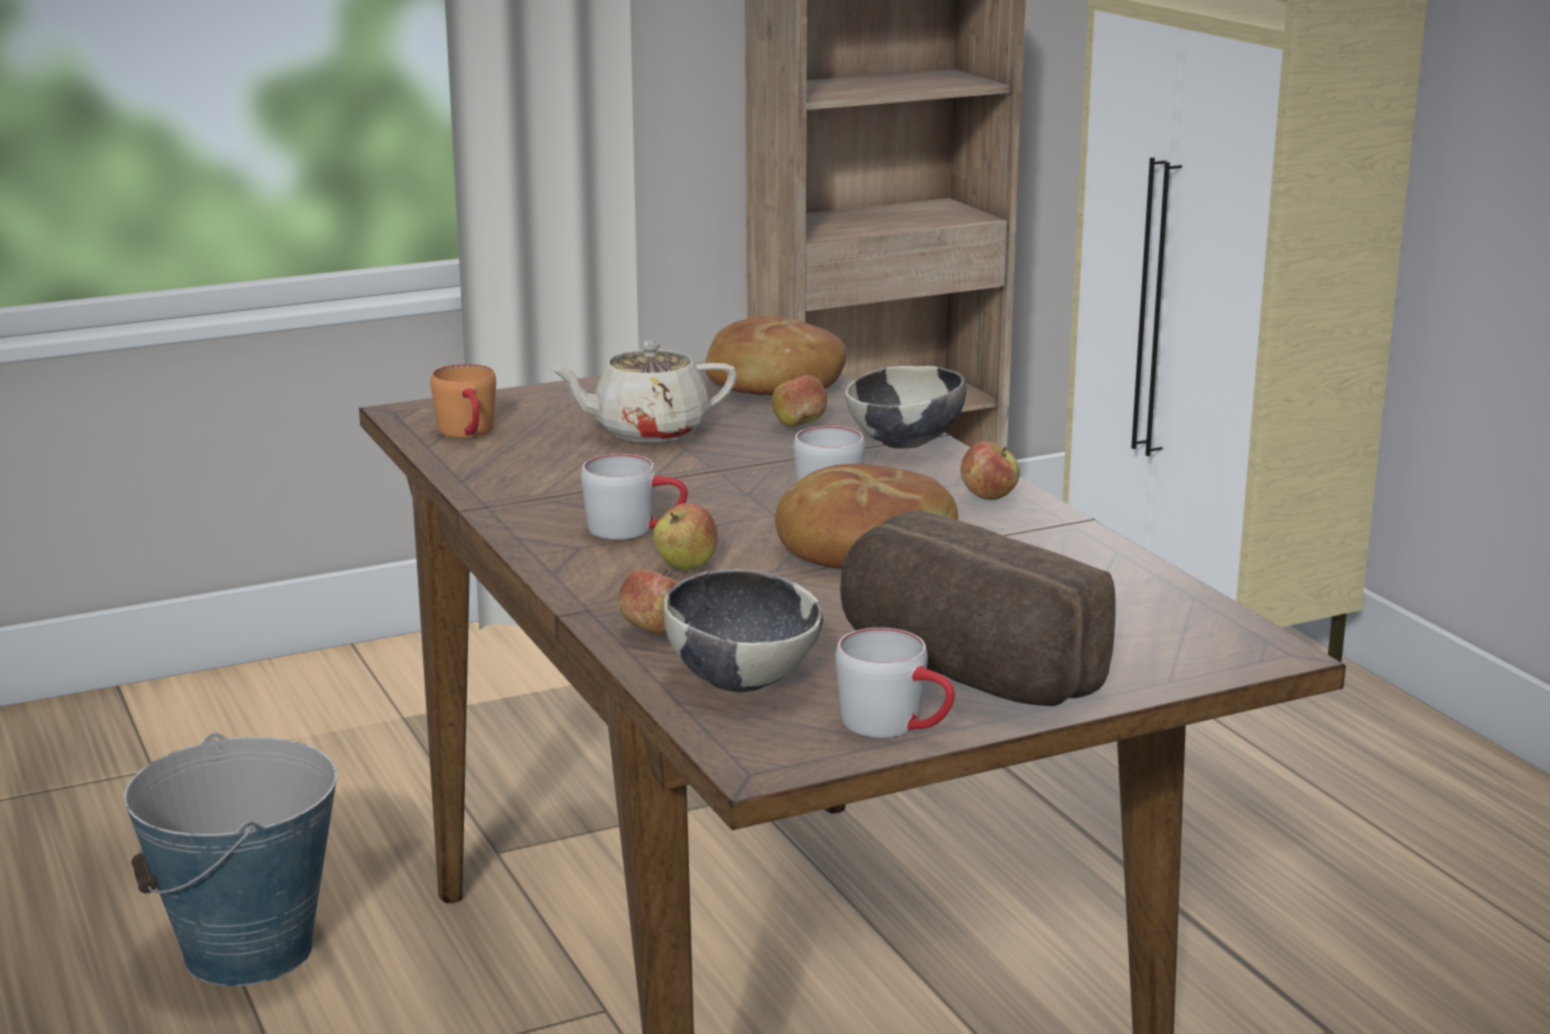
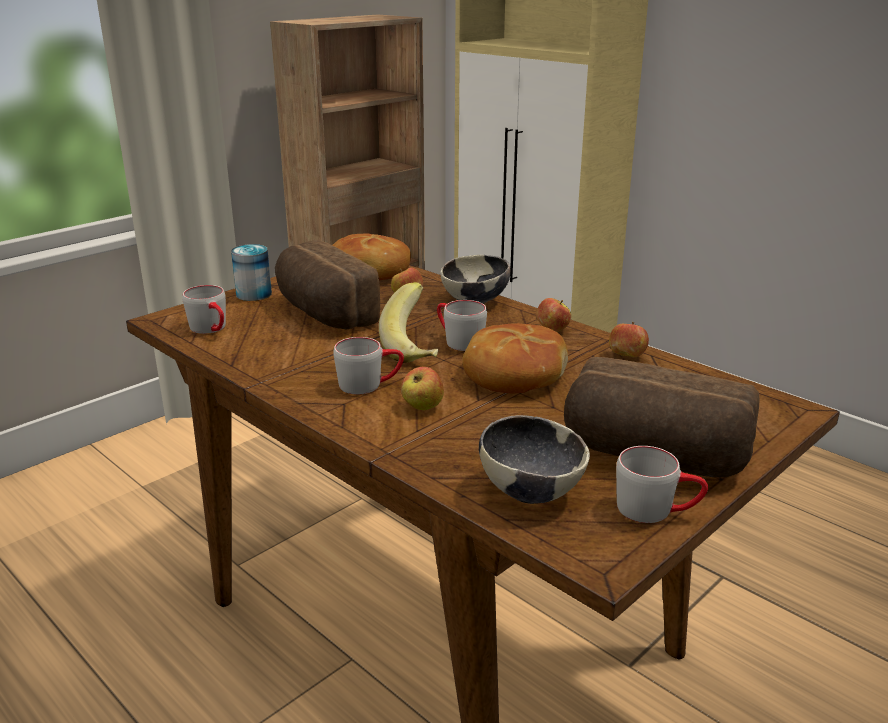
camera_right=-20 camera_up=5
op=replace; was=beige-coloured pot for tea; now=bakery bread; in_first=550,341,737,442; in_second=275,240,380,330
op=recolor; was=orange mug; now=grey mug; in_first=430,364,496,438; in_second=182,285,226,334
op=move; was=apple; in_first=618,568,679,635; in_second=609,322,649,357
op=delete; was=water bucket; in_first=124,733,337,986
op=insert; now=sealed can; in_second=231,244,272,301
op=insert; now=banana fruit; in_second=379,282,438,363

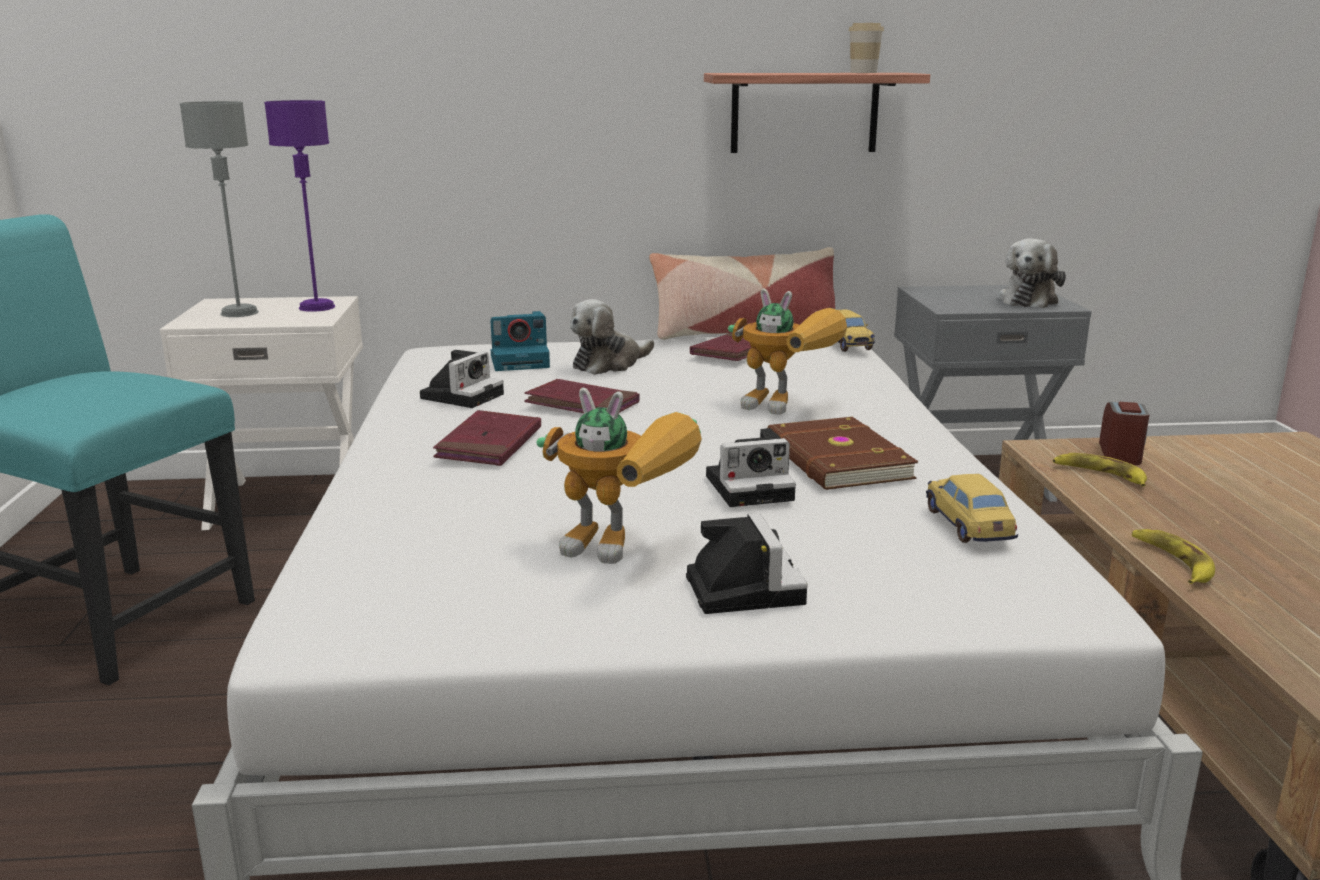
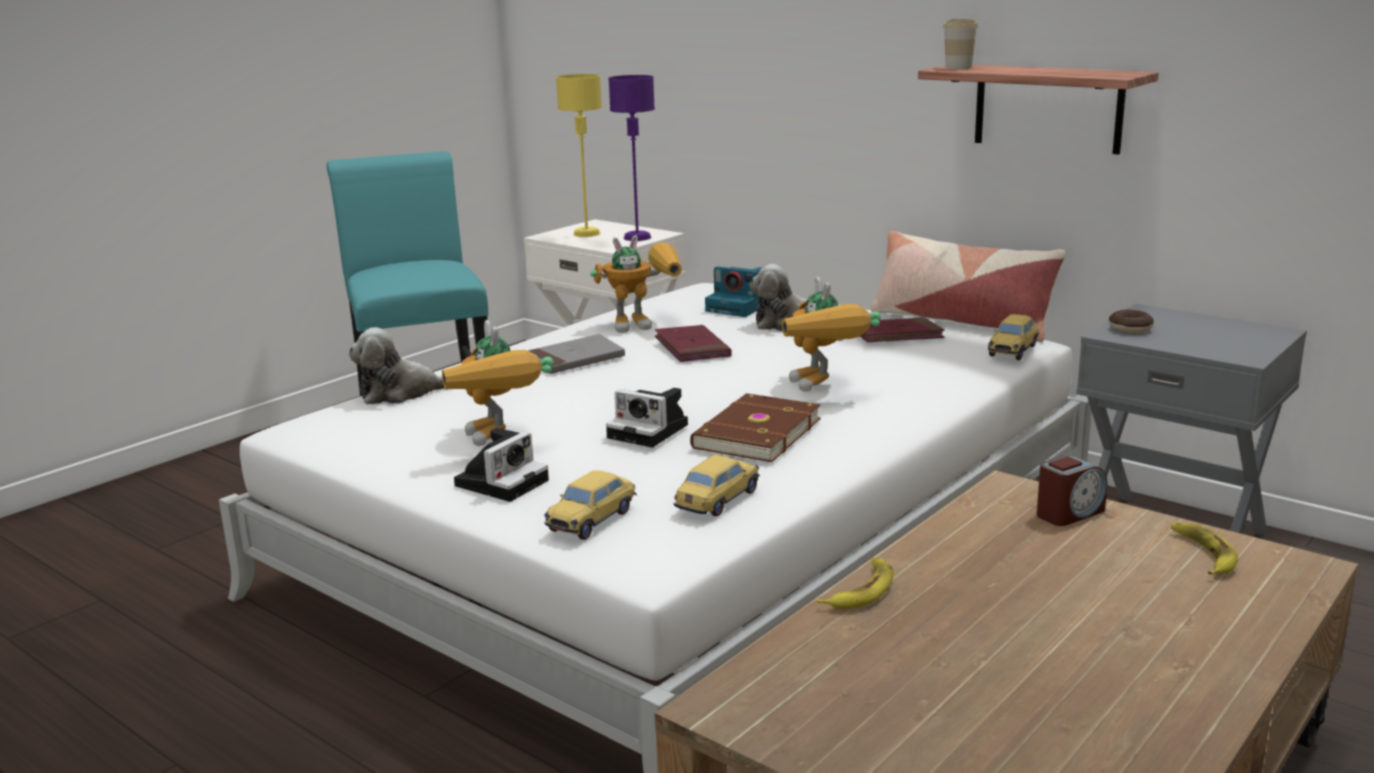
camera_right=45 camera_up=0
op=move; was=small cup; in_first=849,23,884,73; in_second=943,19,978,69
op=recolor; was=grey lamp for a table; now=yellow lamp for a table; in_first=179,101,258,317; in_second=556,74,602,237
op=move; was=cuddly toy; in_first=997,238,1066,308; in_second=349,327,444,405
op=replace; was=still camera; now=model robot; in_first=420,350,504,408; in_second=590,235,682,333
op=recolor; was=red-coloured book; now=grey book; in_first=433,410,541,466; in_second=528,334,625,374
op=move; was=banana fruit; in_first=1053,453,1147,487; in_second=1171,523,1238,575
op=insert; now=donut; in_second=1109,310,1154,333
op=insert; now=toy car; in_second=544,470,637,540

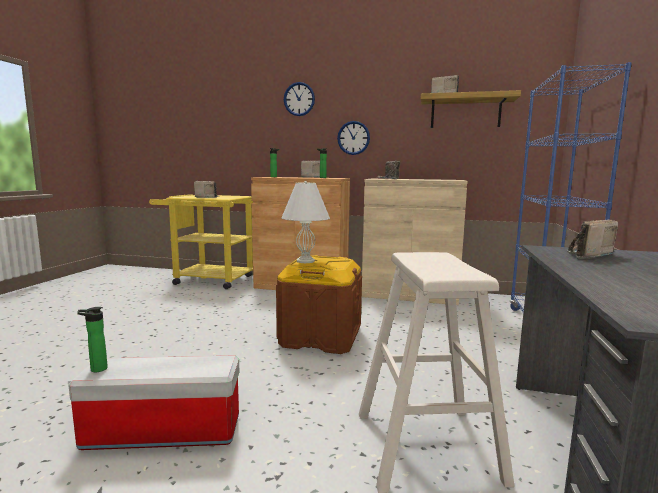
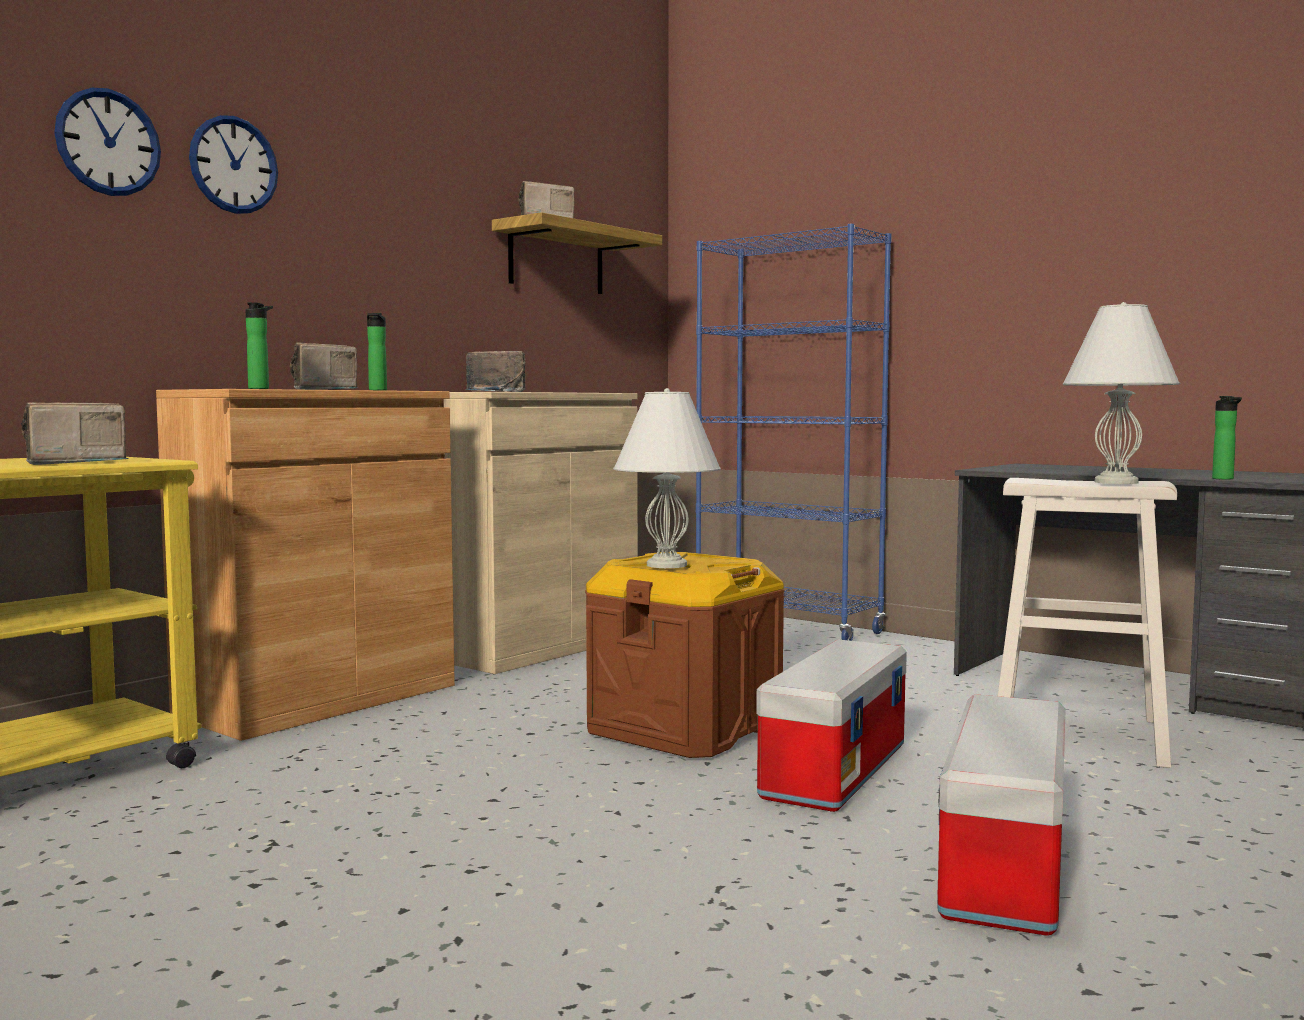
camera_right=-65 camera_up=-5
op=move; was=clock on the wall; in_first=337,121,370,155; in_second=54,88,161,196
op=delete; was=radio receiver; in_first=567,220,618,259
op=move; was=drink bottle; in_first=77,307,108,372; in_second=1212,396,1242,480
op=insert; now=white lamp for a table; in_second=1063,302,1180,484
op=insert; now=storage container; in_second=756,639,907,812

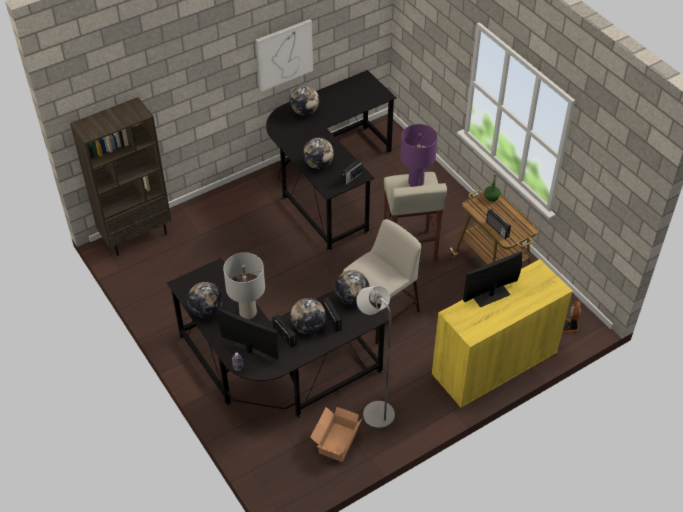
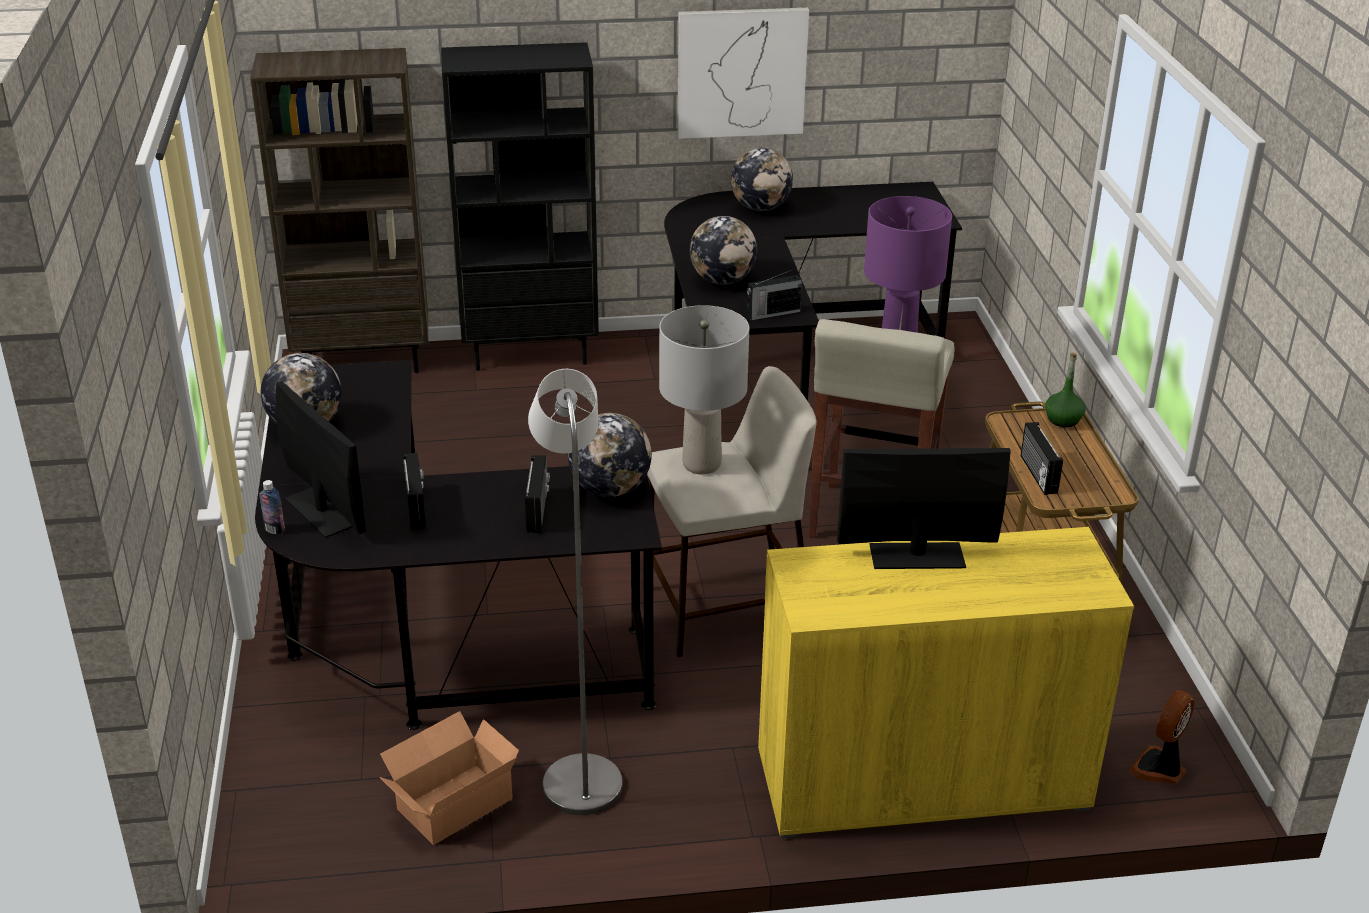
camera_right=25 camera_up=-15
op=move; was=grey lamp for a table; in_first=223,253,265,320; in_second=659,305,749,475
op=delete; was=globe; in_first=290,298,326,334
op=insert; now=black-coloured bookshelf; in_second=441,42,599,371

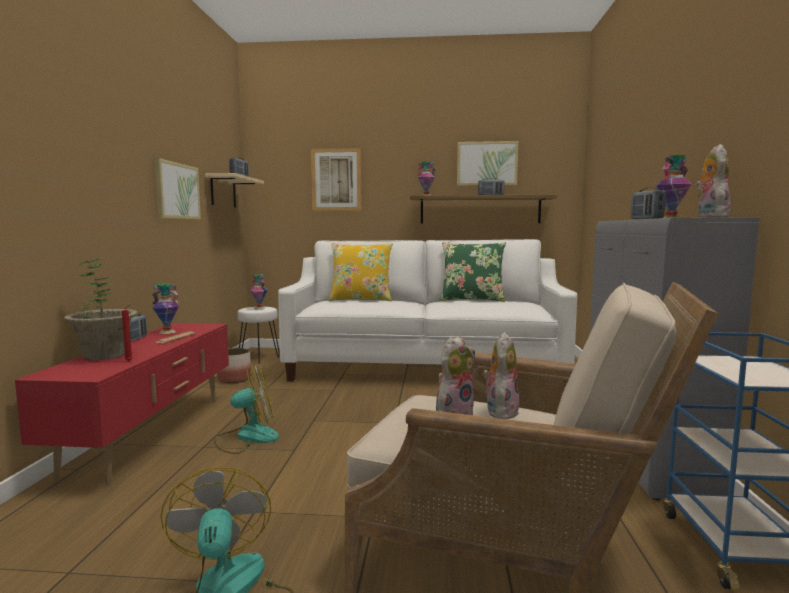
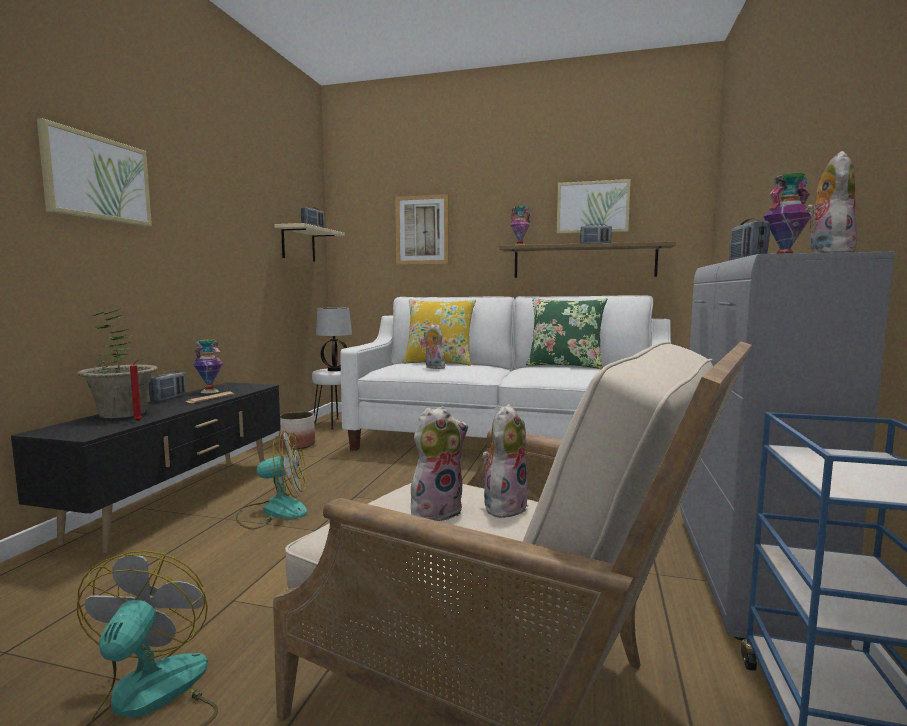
camera_right=10 camera_up=0
op=move; was=wall picture; in_first=155,158,201,220; in_second=37,118,152,227
op=replace; was=vase; now=lamp for a table; in_first=250,275,268,310; in_second=316,308,352,371
op=recolor; was=red-coloured media console; now=black-coloured media console; in_first=15,323,229,485; in_second=11,382,281,553
op=insert; now=cuddly toy; in_second=424,324,445,369

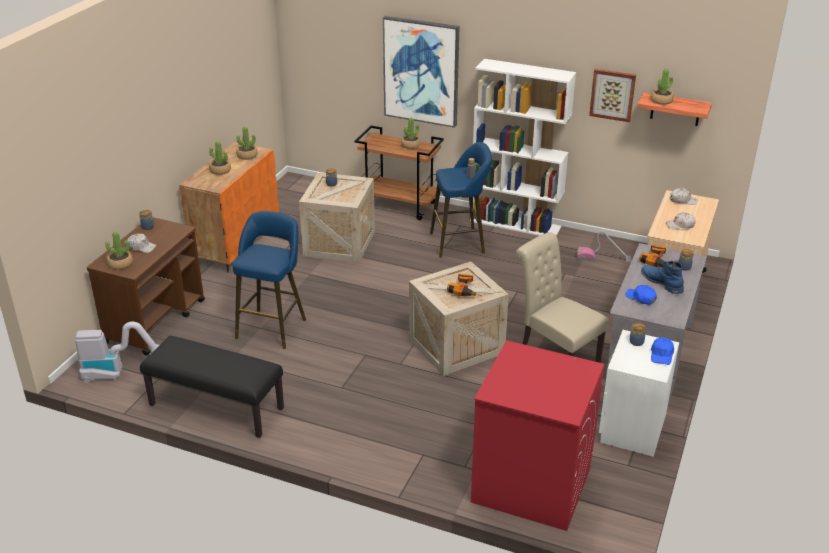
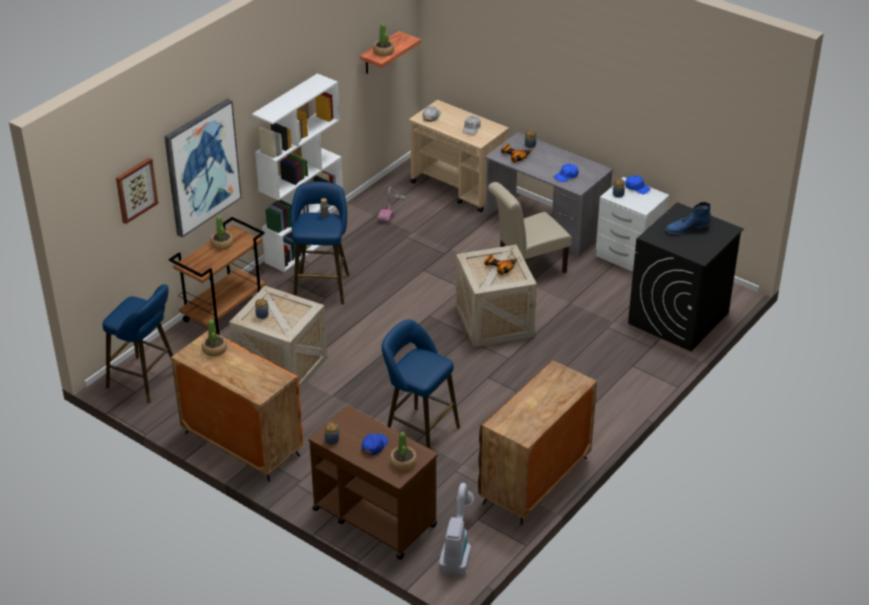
camera_right=-75 camera_up=5
op=move; was=wall picture; in_first=589,69,636,122; in_second=116,158,158,224
op=delete; was=plant in a pot; in_first=209,141,231,175
op=recolor; was=white baseball cap; now=blue baseball cap; in_first=127,234,157,253; in_second=362,434,388,456
op=move; was=blue high-top boot; in_first=641,261,684,294; in_second=665,202,711,235
op=replace; was=black-coloured long seat; now=brownish cupboard; in_first=140,336,284,438; in_second=478,359,597,525
op=recolor; was=red-coloured laundry appliance; now=black-coloured laundry appliance; in_first=471,340,604,531; in_second=628,202,744,351
op=insert; now=blue sitting stool; in_second=102,284,173,403

